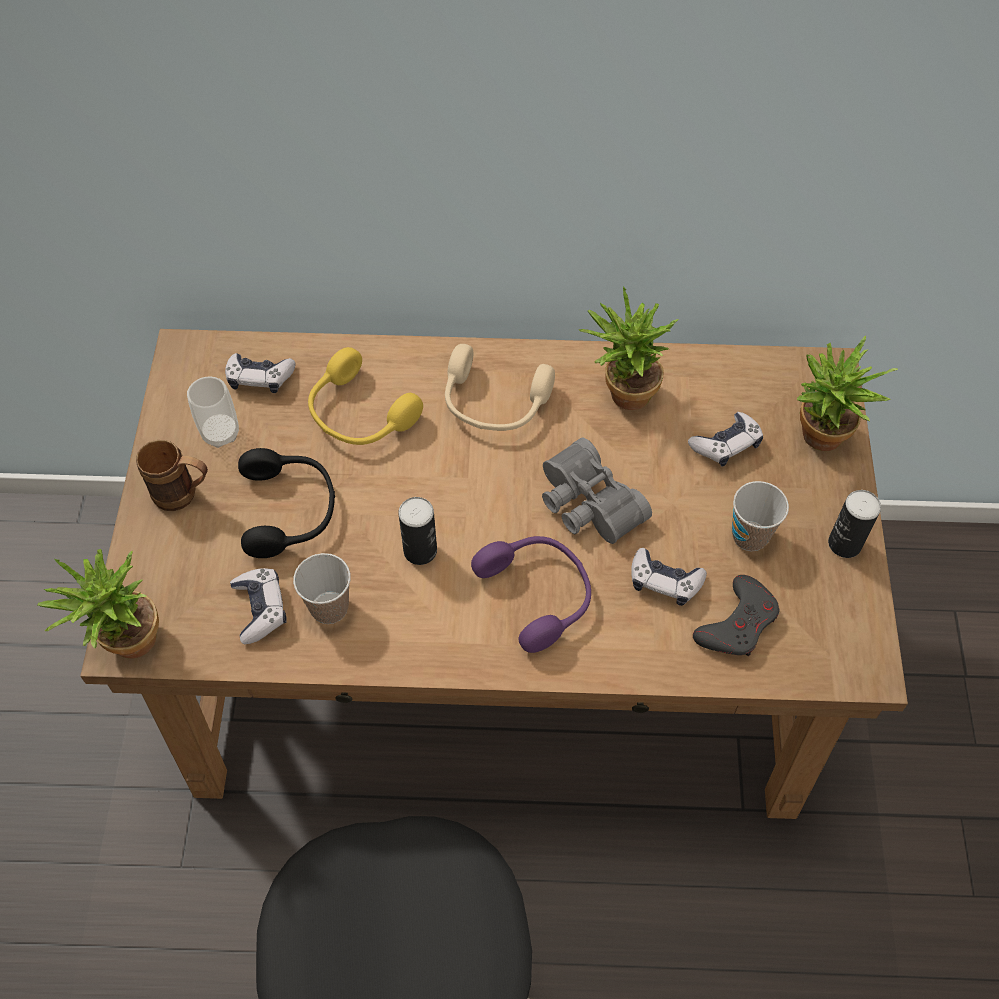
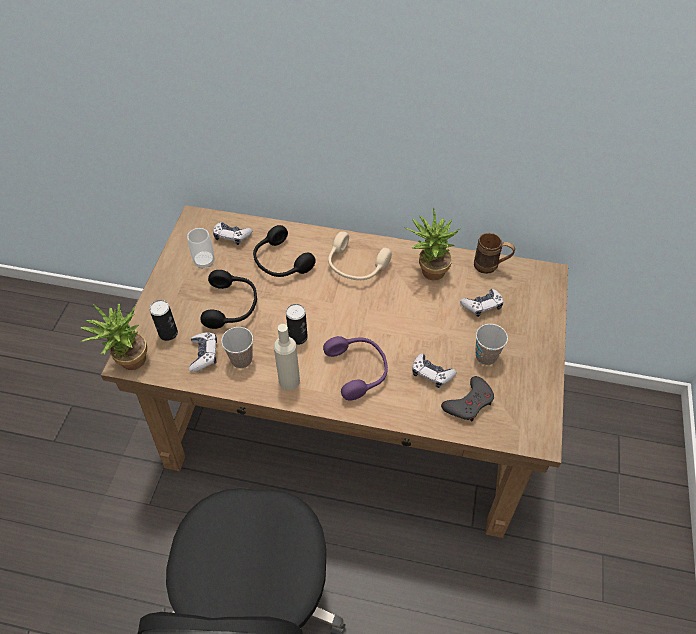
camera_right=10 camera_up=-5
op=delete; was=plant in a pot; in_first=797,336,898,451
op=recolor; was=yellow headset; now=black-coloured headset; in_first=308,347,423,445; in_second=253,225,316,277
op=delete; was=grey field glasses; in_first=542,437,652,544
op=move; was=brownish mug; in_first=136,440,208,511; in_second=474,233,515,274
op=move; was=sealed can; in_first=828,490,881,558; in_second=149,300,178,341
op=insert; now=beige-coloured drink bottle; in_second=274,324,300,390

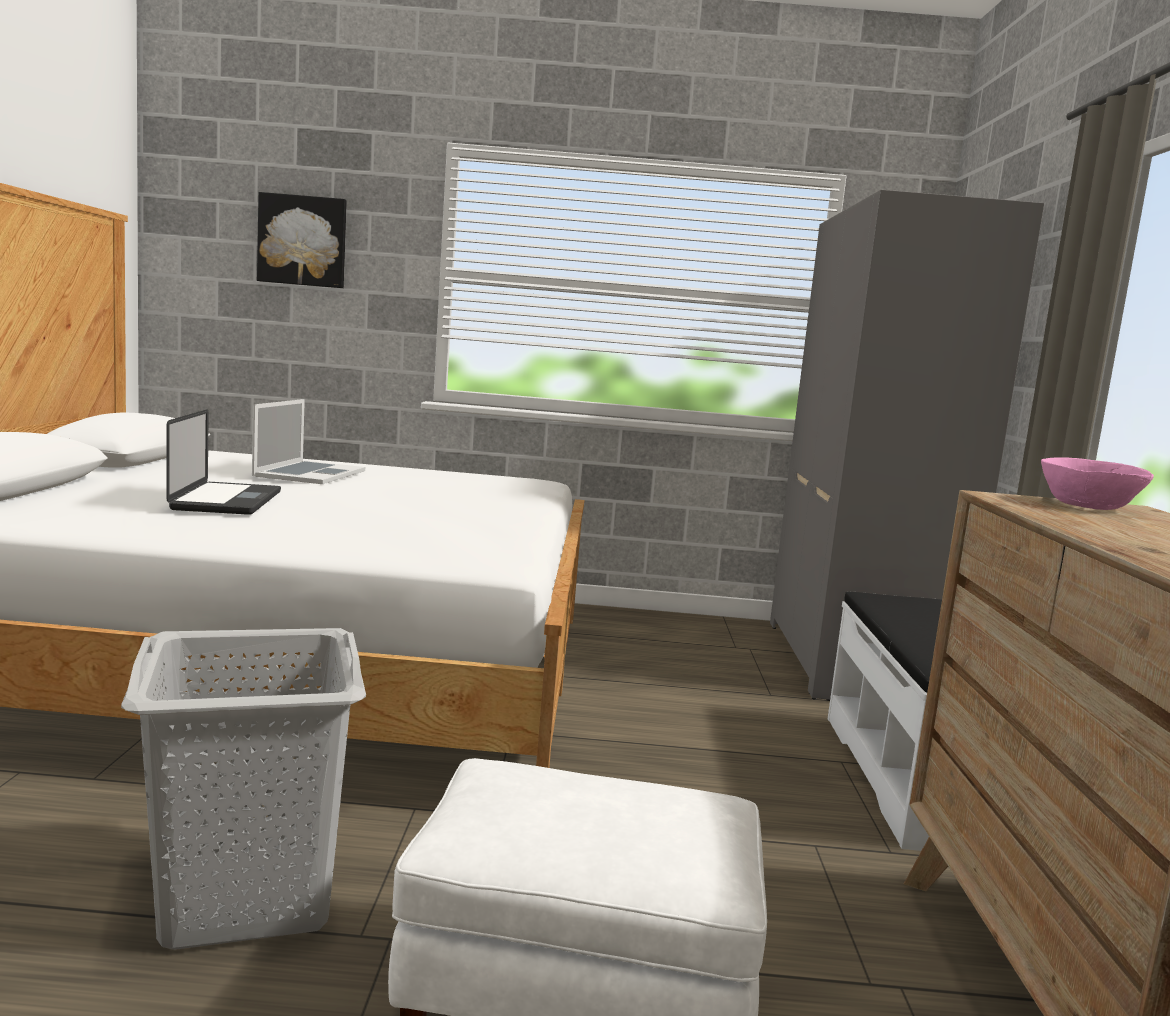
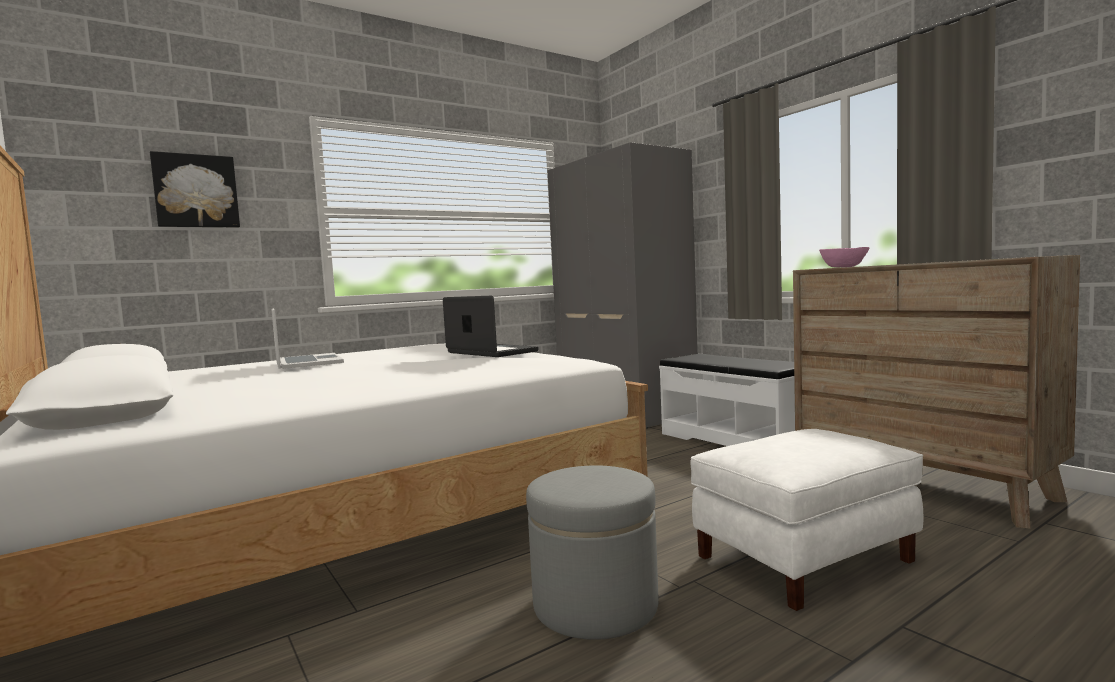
camera_right=-35 camera_up=-5
op=move; was=laptop; in_first=166,409,281,515; in_second=443,296,539,357
op=replace; was=grey hamper; now=grey footrest; in_first=121,628,366,950; in_second=526,465,659,640

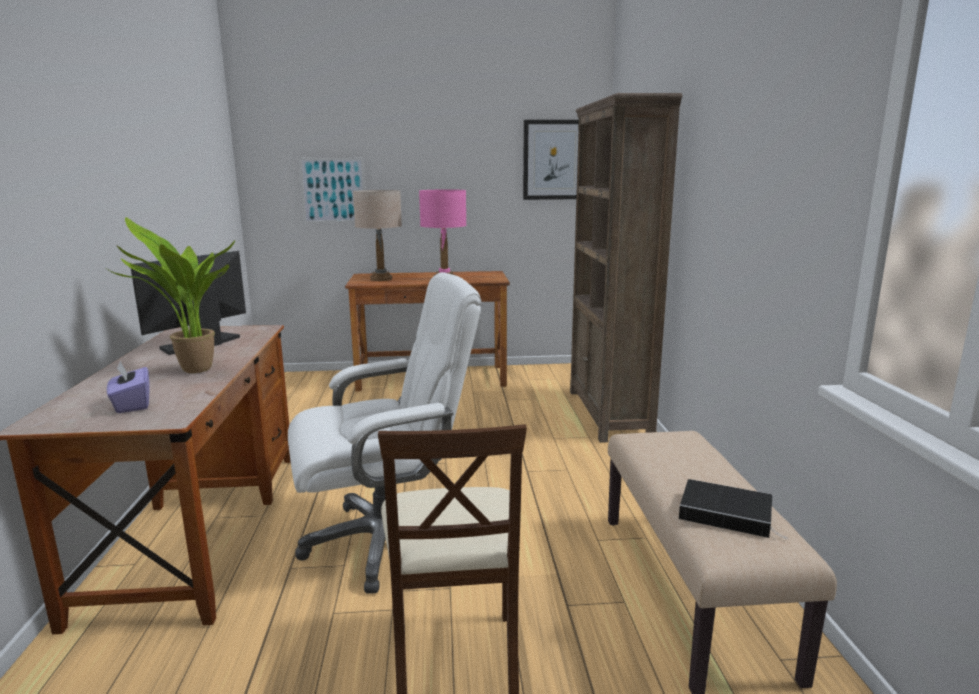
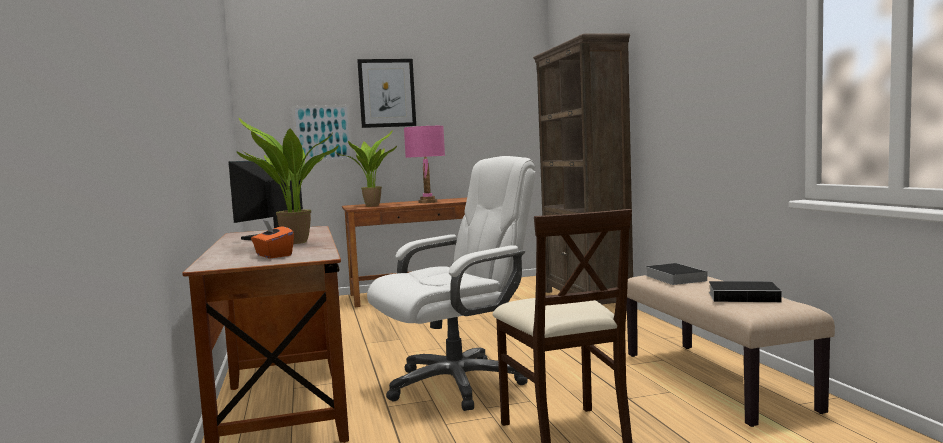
camera_right=-10 camera_up=-10
op=move; was=wall picture; in_first=523,120,578,200; in_second=357,59,416,128
op=replace; was=beige-coloured lamp for a table; now=plant in a pot; in_first=353,190,402,281; in_second=334,130,397,206
op=recolor; was=purple tissue holder; now=orange tissue holder; in_first=107,361,150,413; in_second=251,220,294,258
op=insert; now=book; in_second=645,263,707,285

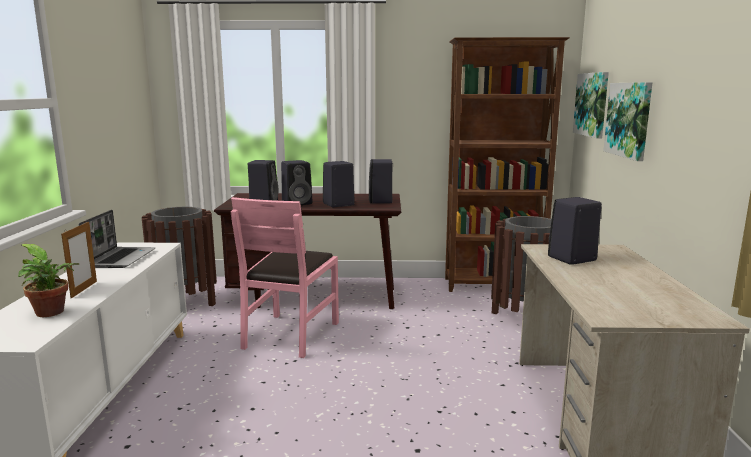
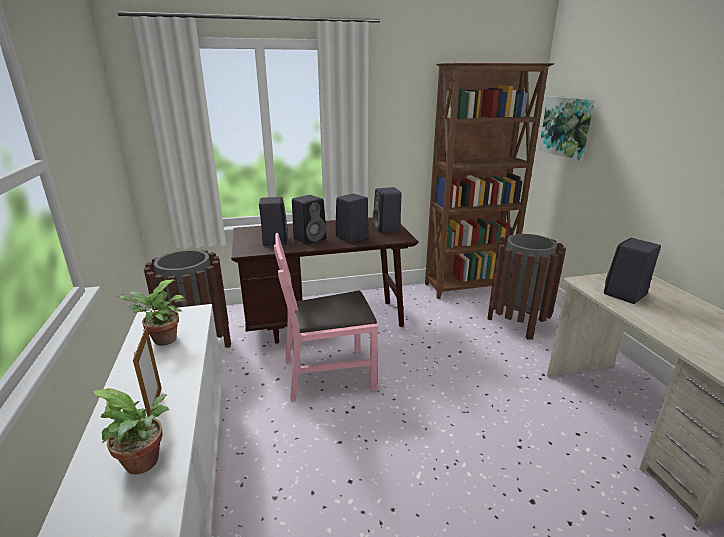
camera_right=-15 camera_up=10
op=delete; was=wall picture; in_first=603,82,653,161
op=rotate; was=pink-coloured plain chair; in_first=231,197,339,358; in_second=274,233,378,401; clockwise=75
op=replace; was=laptop; now=plant in a pot; in_first=79,210,155,268; in_second=116,279,186,346

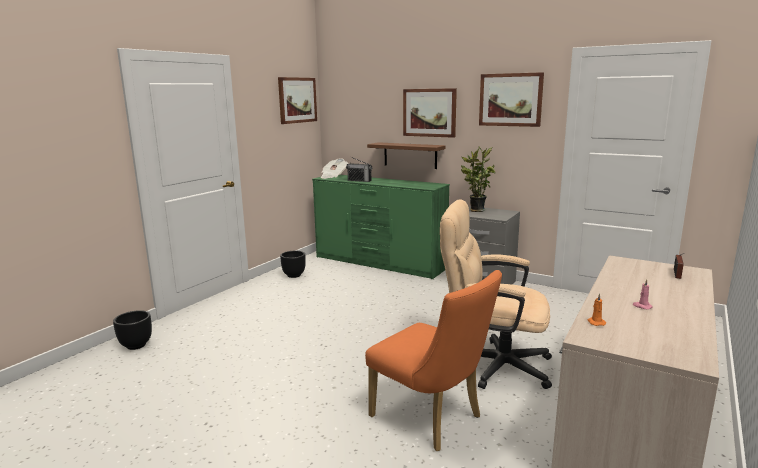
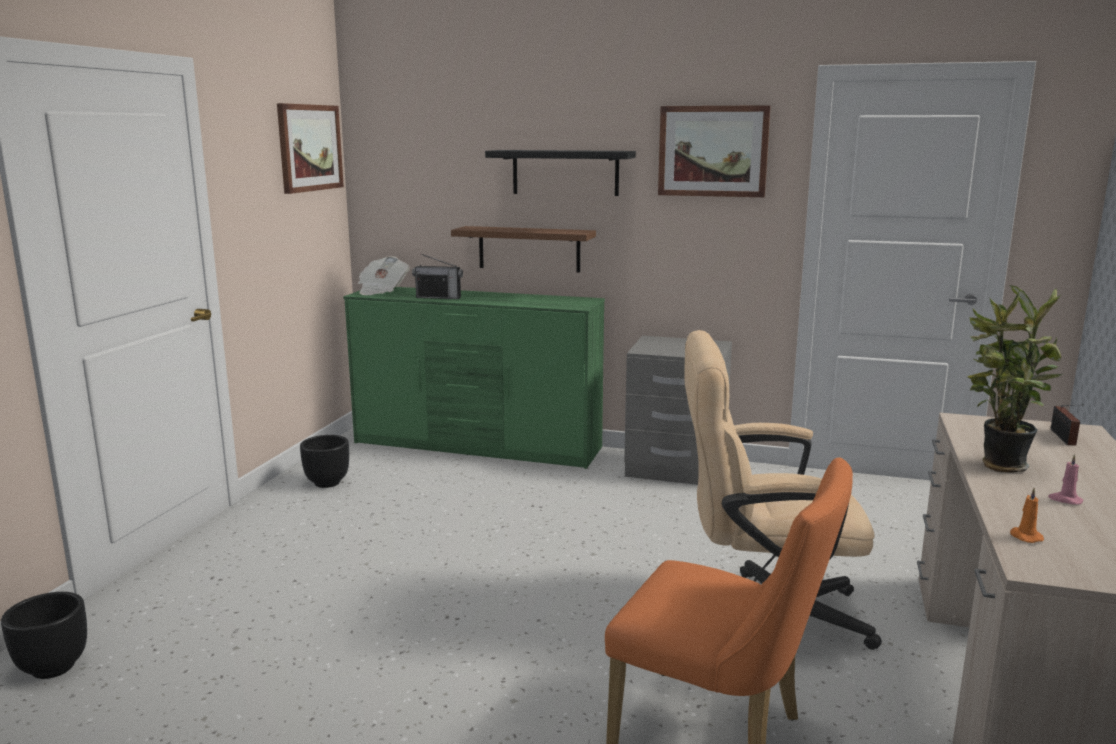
camera_right=-15 camera_up=0
op=replace; was=wall picture; now=black-coloured wall shelf; in_first=403,88,457,138; in_second=485,150,636,196
op=move; was=plant in a pot; in_first=460,146,496,212; in_second=967,285,1063,473

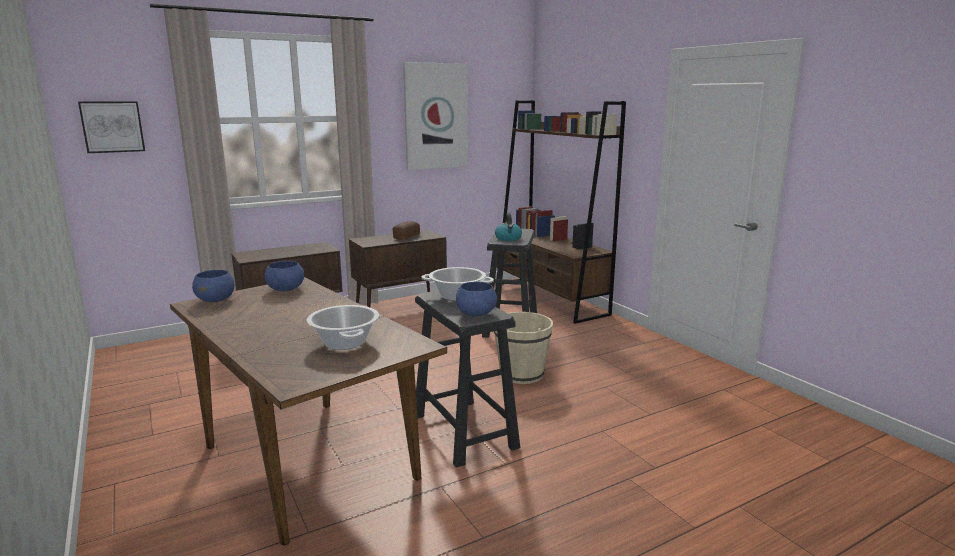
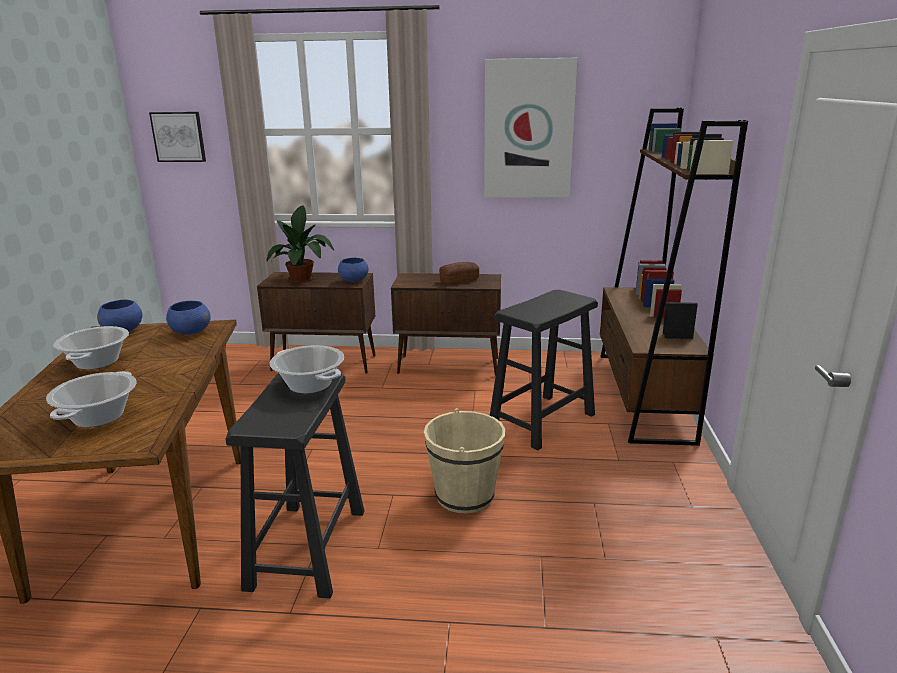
camera_right=35 camera_up=5
op=delete; was=kettle; in_first=495,213,522,241
op=move; was=blue bowl; in_first=456,282,497,317; in_second=338,258,369,282
op=insert; now=plant in a pot; in_second=266,205,334,283
op=insert; now=cooking pot; in_second=53,326,129,370

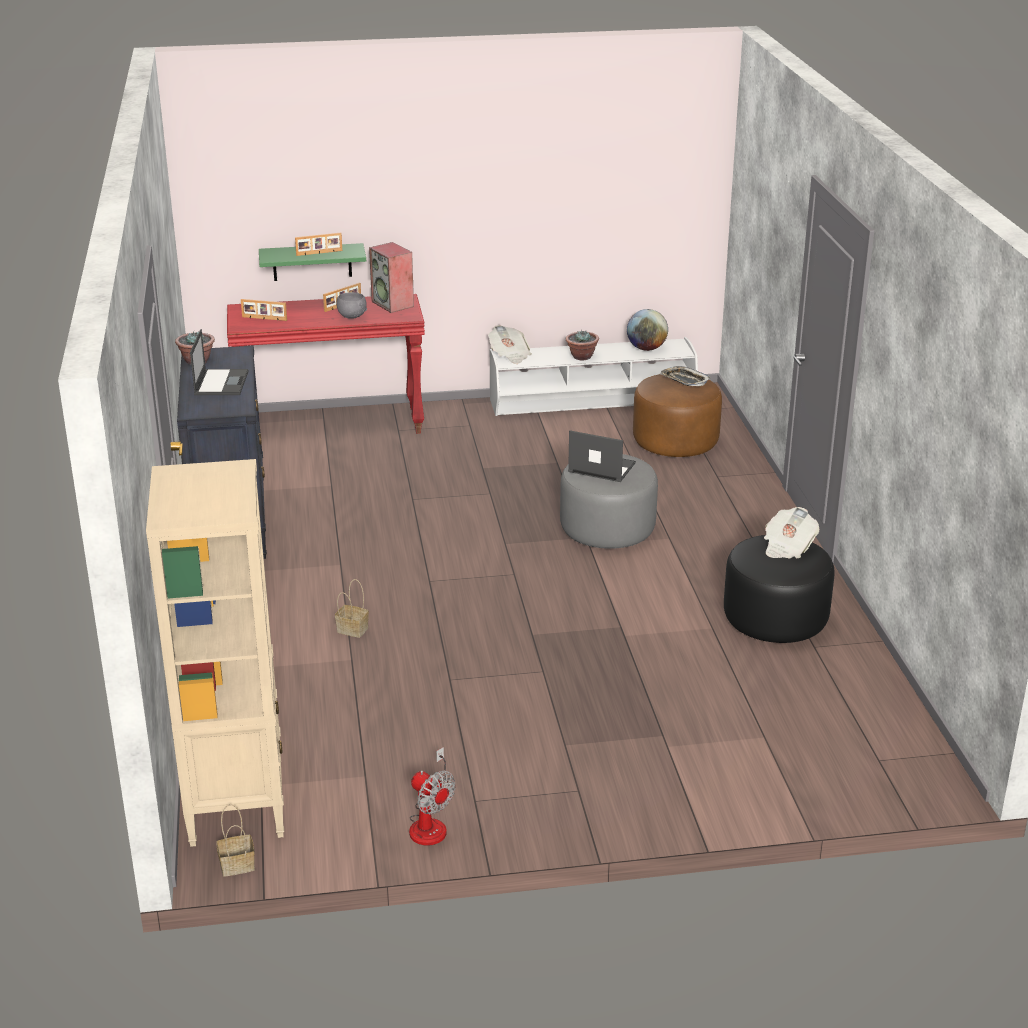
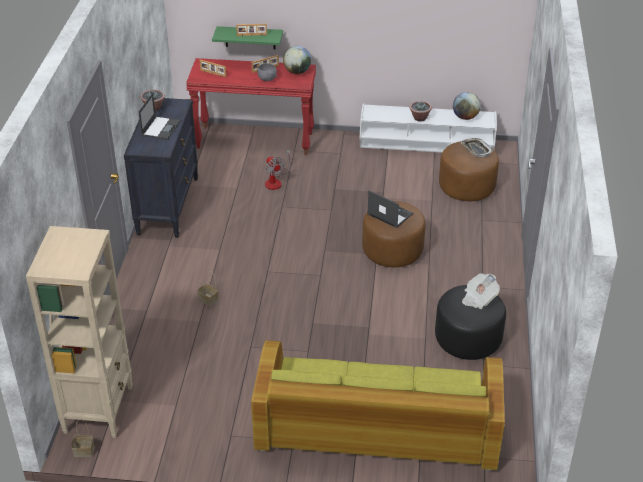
camera_right=15 camera_up=10
op=replace; was=loudspeaker; now=globe; in_first=369,242,414,313; in_second=283,46,311,74
op=delete; was=daily paper; in_first=488,325,532,364
op=recolor; was=grey footrest; now=brownish footrest; in_first=560,454,658,549; in_second=362,201,426,267
op=move; was=electric fan; in_first=409,747,455,846; in_second=265,150,291,190
op=insert; now=green-coloured sofa; in_second=251,340,505,471

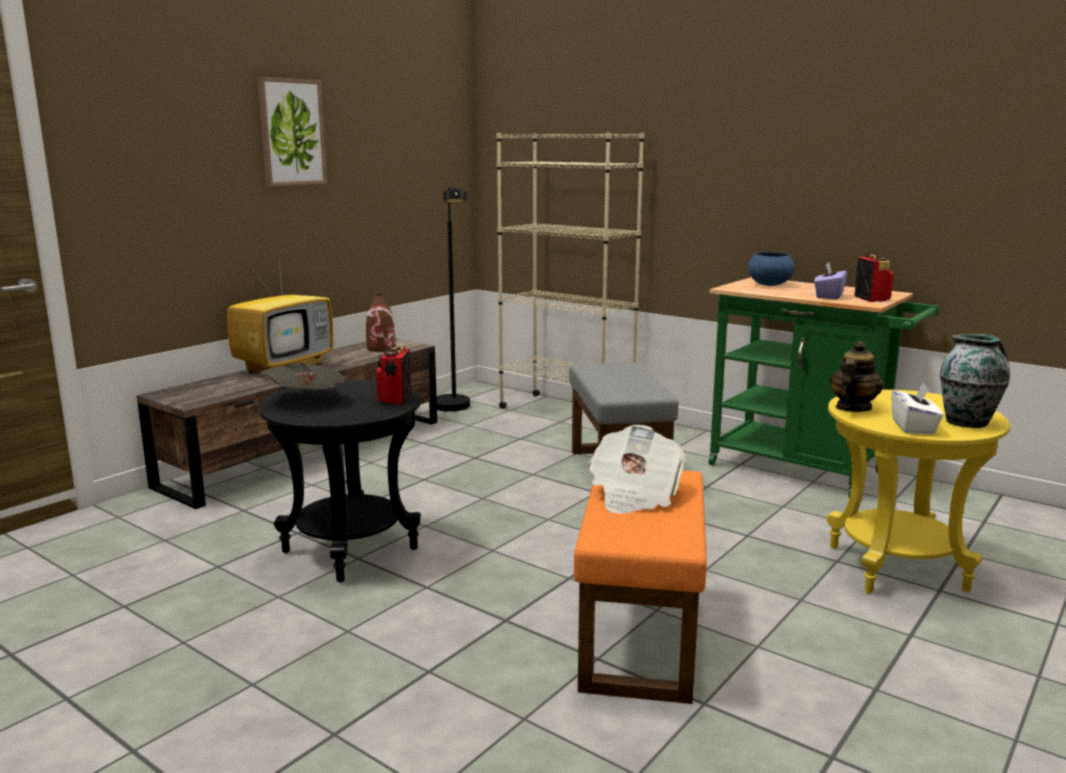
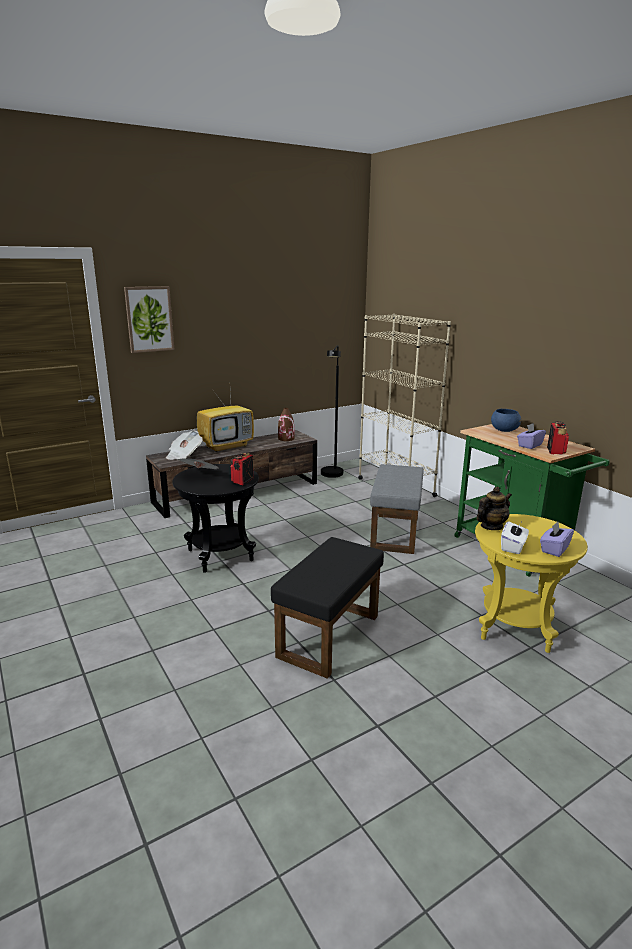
camera_right=20 camera_up=5
op=move; was=wall picture; in_first=257,77,327,187; in_second=124,286,175,353
op=replace; was=vase; now=purple tissue holder; in_first=940,334,1010,428; in_second=540,522,574,557
op=move; was=daily paper; in_first=588,425,686,514; in_second=166,431,203,460
op=recolor; was=orange footrest; now=black-coloured footrest; in_first=574,470,707,704; in_second=271,537,384,679

